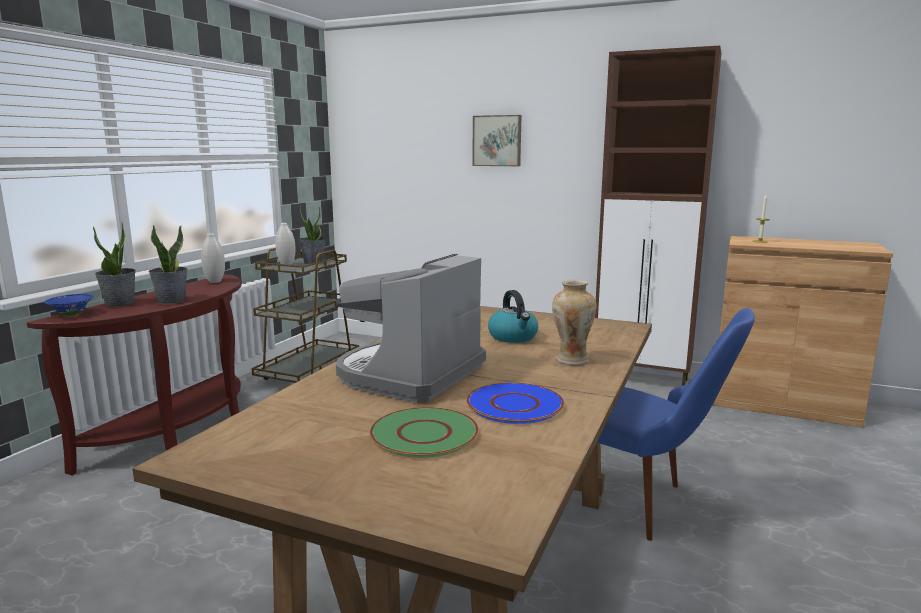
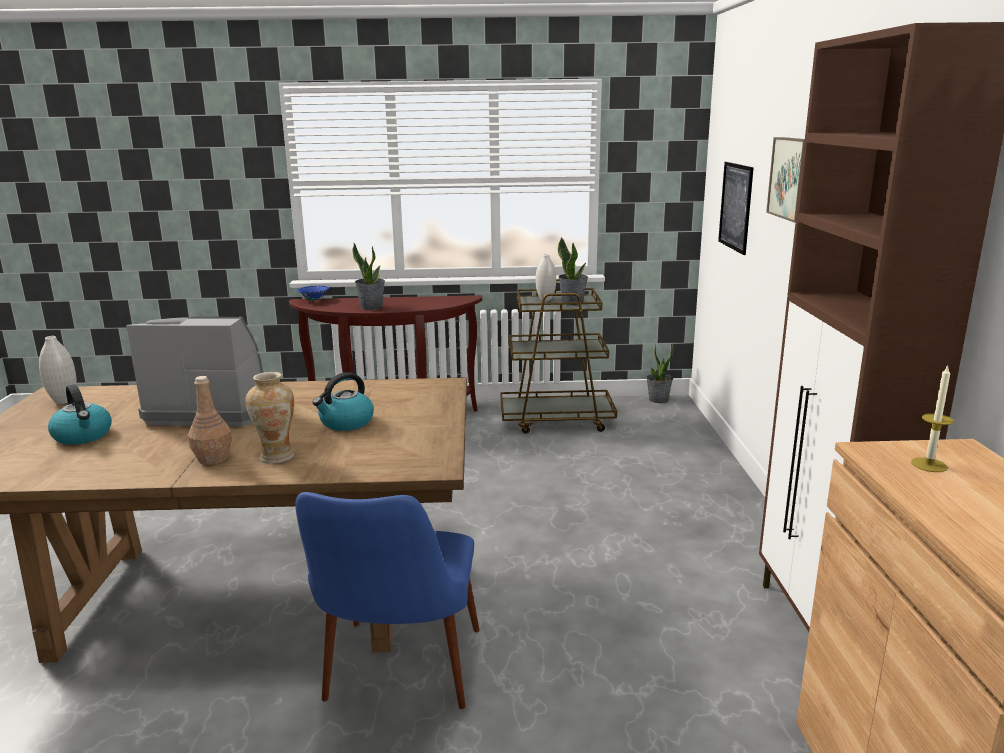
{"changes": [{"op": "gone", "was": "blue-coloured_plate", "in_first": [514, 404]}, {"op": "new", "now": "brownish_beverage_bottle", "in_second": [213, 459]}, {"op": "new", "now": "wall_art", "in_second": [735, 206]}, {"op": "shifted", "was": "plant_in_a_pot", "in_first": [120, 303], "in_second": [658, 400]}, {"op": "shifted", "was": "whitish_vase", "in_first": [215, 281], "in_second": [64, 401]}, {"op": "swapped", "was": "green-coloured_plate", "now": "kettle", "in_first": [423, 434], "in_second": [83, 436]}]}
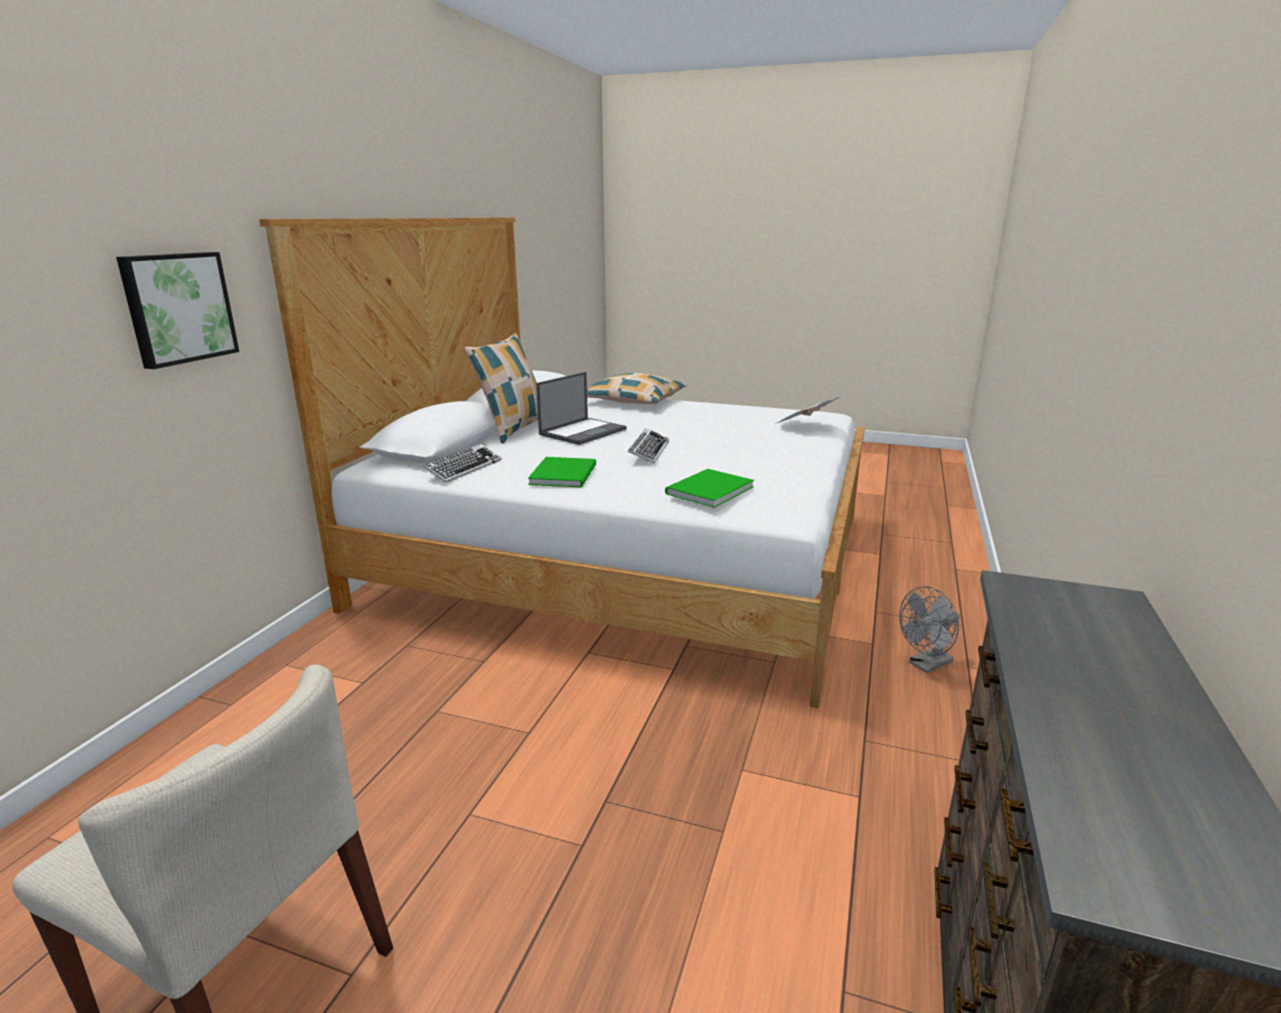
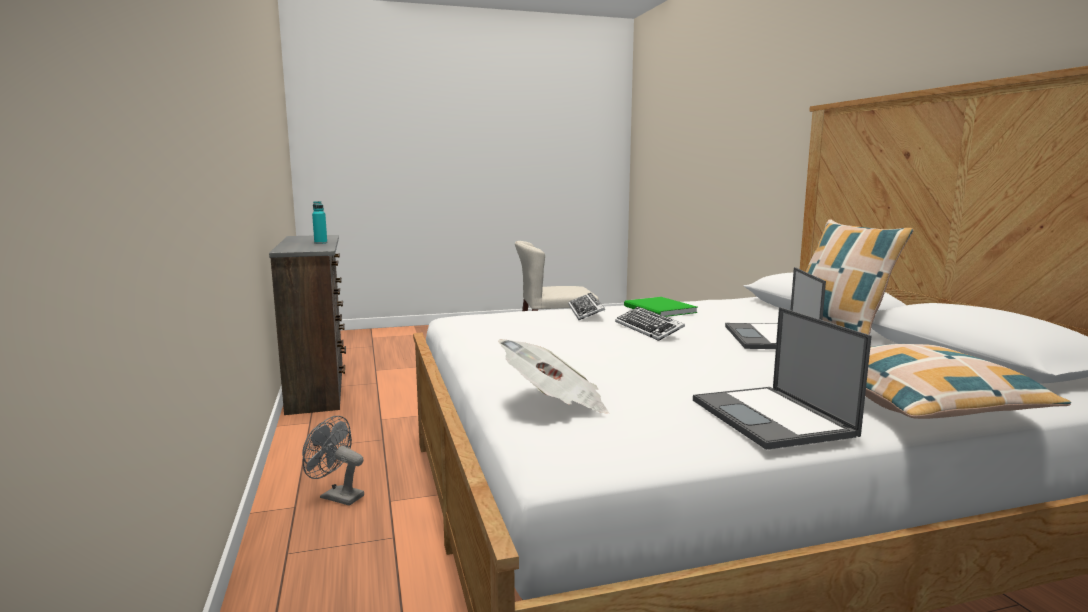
{"changes": [{"op": "gone", "was": "wall_art", "in_first": [178, 308]}, {"op": "gone", "was": "green-coloured_volume", "in_first": [706, 490]}, {"op": "new", "now": "blue-green_beverage_bottle", "in_second": [320, 243]}, {"op": "new", "now": "laptop", "in_second": [773, 418]}, {"op": "shifted", "was": "PC_keyboard", "in_first": [464, 468], "in_second": [586, 311]}, {"op": "rotated", "was": "greyish_fan", "in_first": [926, 665], "in_second": [336, 496], "clockwise": -90}]}
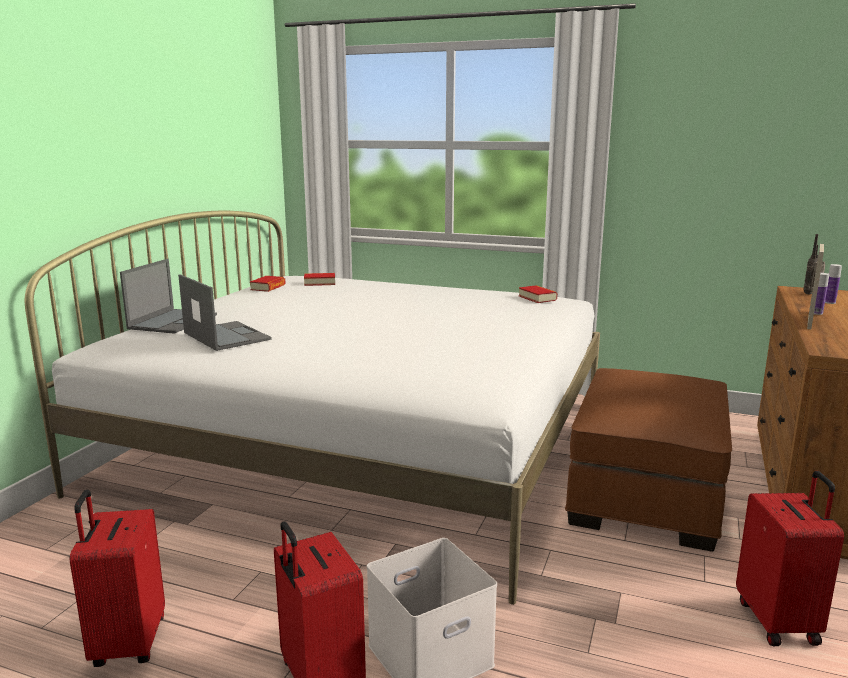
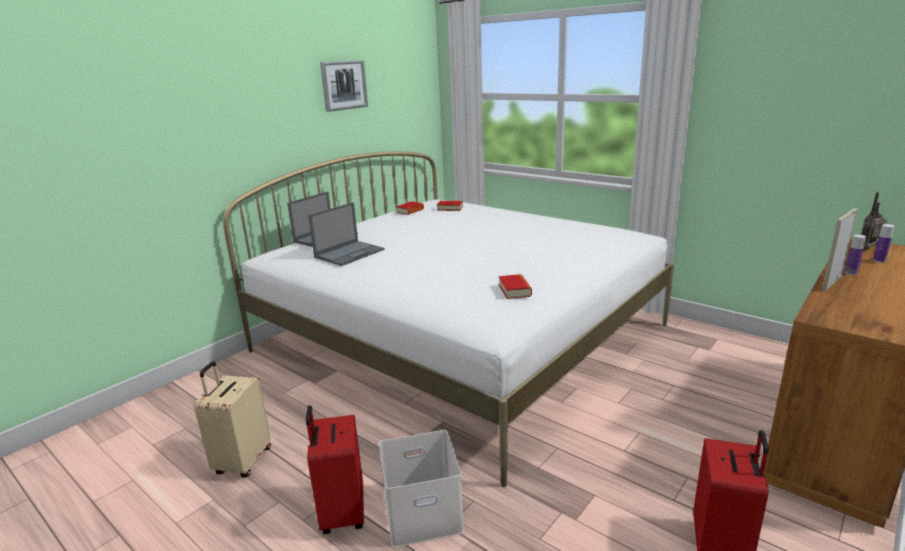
{"changes": [{"op": "gone", "was": "brownish_pouffe", "in_first": [646, 492]}, {"op": "new", "now": "wall_art", "in_second": [343, 85]}, {"op": "shifted", "was": "volume", "in_first": [537, 298], "in_second": [514, 290]}, {"op": "repainted", "was": "red_suitcase", "now": "beige_suitcase", "in_first": [127, 643], "in_second": [242, 461]}, {"op": "rotated", "was": "laptop", "in_first": [226, 336], "in_second": [350, 253], "clockwise": 60}]}
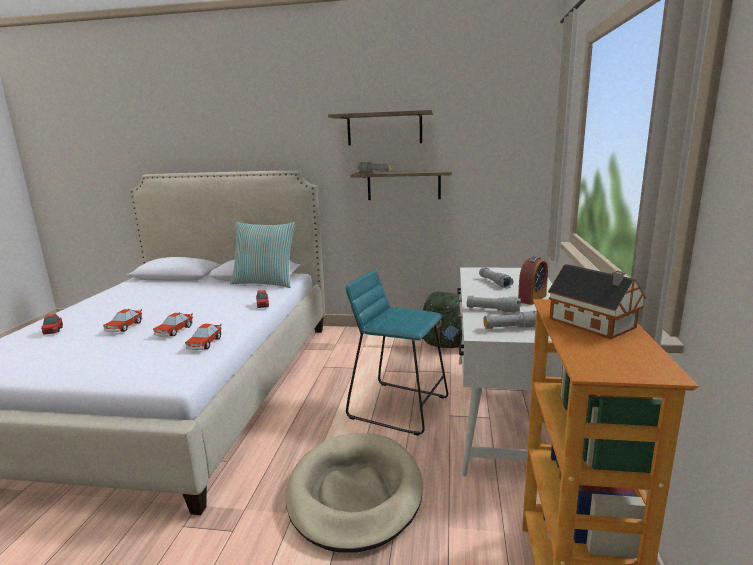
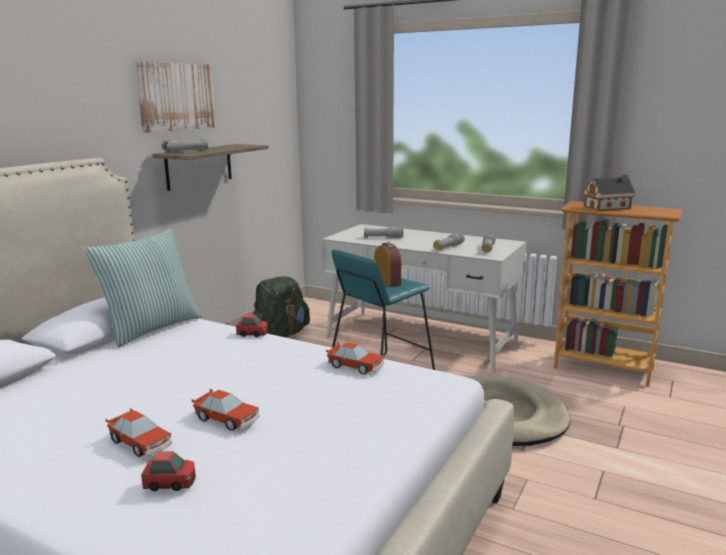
{"changes": [{"op": "shifted", "was": "toy_car", "in_first": [174, 331], "in_second": [140, 443]}, {"op": "shifted", "was": "alarm_clock", "in_first": [532, 298], "in_second": [387, 281]}, {"op": "swapped", "was": "shelf", "now": "wall_art", "in_first": [384, 129], "in_second": [176, 97]}]}
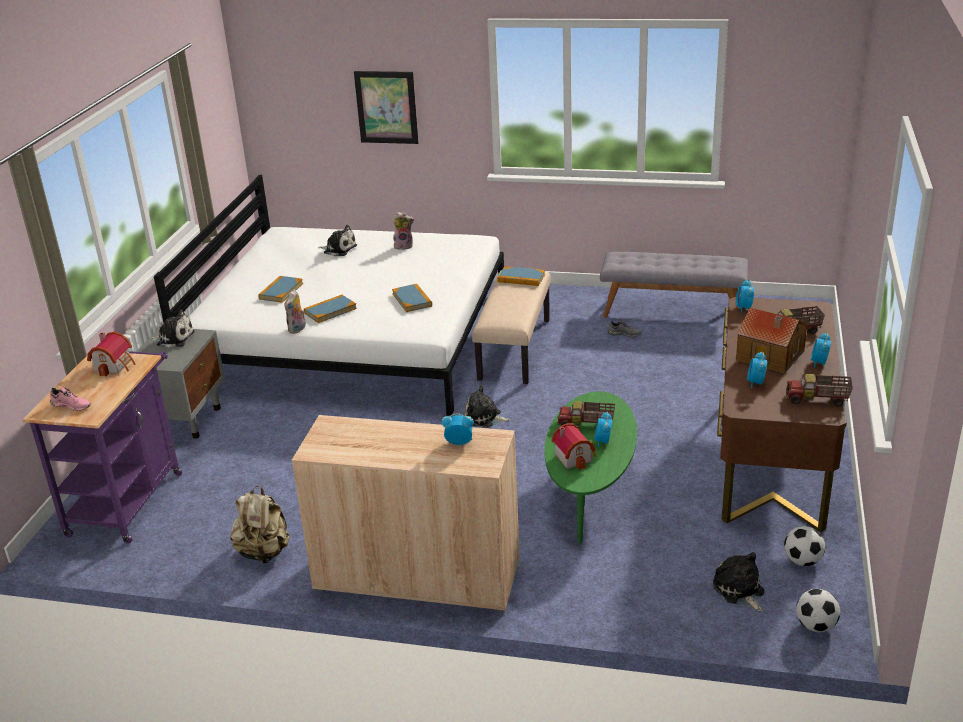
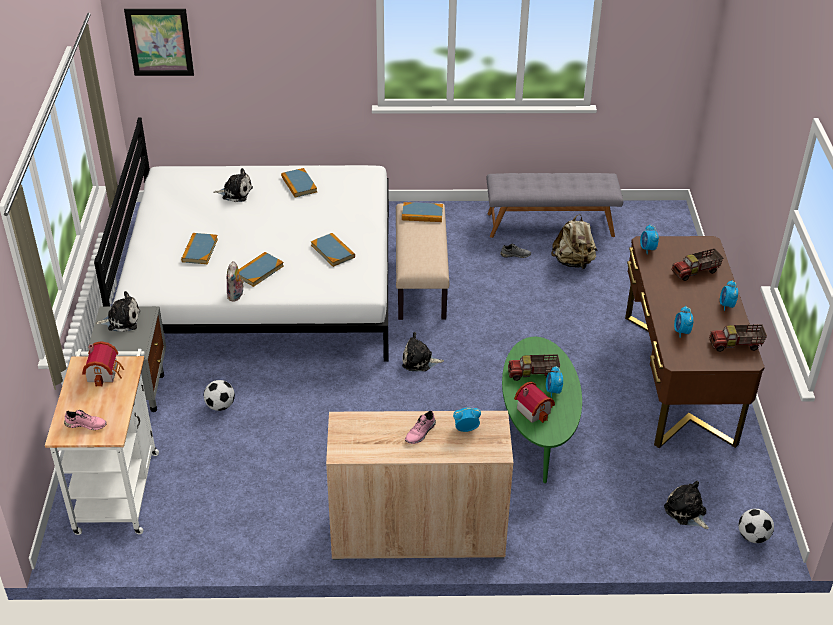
{"changes": [{"op": "gone", "was": "model_house", "in_first": [770, 356]}, {"op": "new", "now": "pink_low_shoe", "in_second": [421, 433]}, {"op": "shifted", "was": "beige_backpack", "in_first": [264, 552], "in_second": [573, 262]}, {"op": "shifted", "was": "wall_art", "in_first": [386, 107], "in_second": [159, 42]}, {"op": "shifted", "was": "football", "in_first": [802, 561], "in_second": [220, 406]}, {"op": "swapped", "was": "plush_toy", "now": "volume", "in_first": [404, 246], "in_second": [299, 184]}, {"op": "repainted", "was": "purplish_cart", "now": "whitish_cart", "in_first": [128, 499], "in_second": [118, 486]}]}
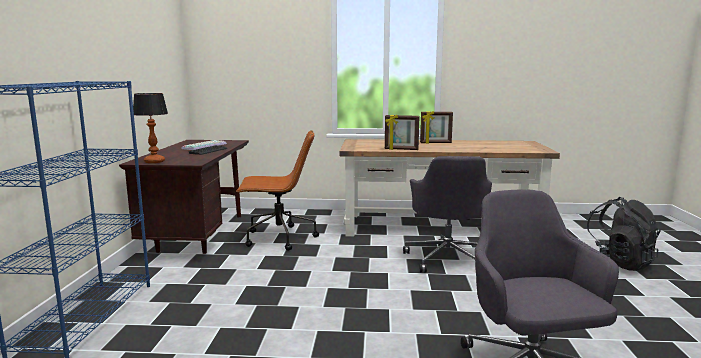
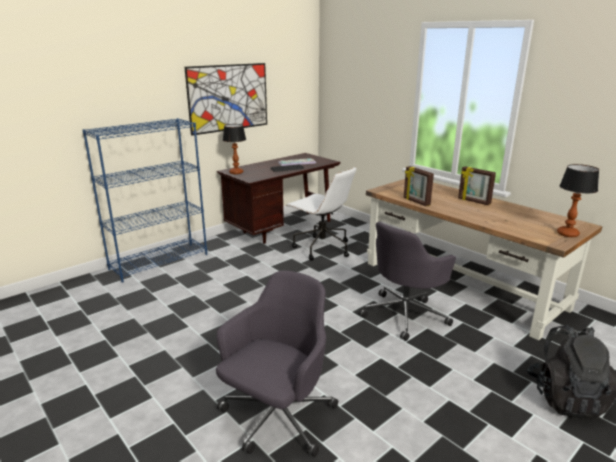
{"changes": [{"op": "new", "now": "wall_art", "in_second": [229, 98]}, {"op": "new", "now": "table_lamp", "in_second": [567, 234]}, {"op": "repainted", "was": "brownish_office_chair", "now": "whitish_office_chair", "in_first": [278, 238], "in_second": [321, 248]}]}
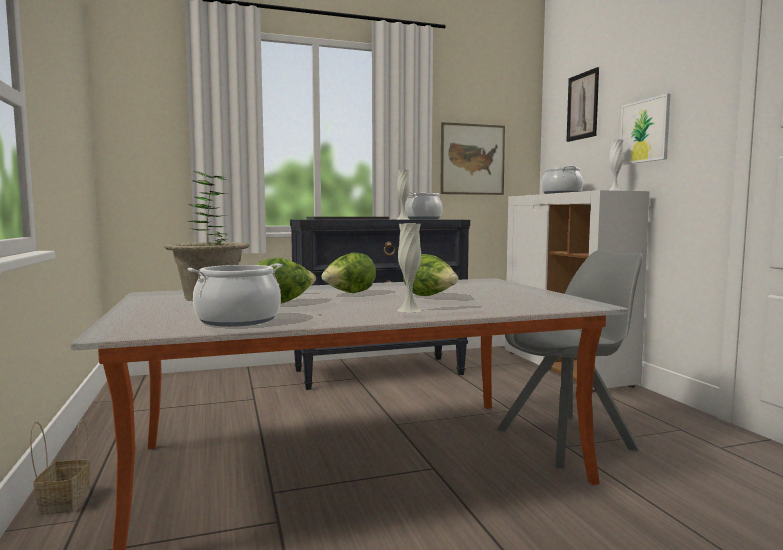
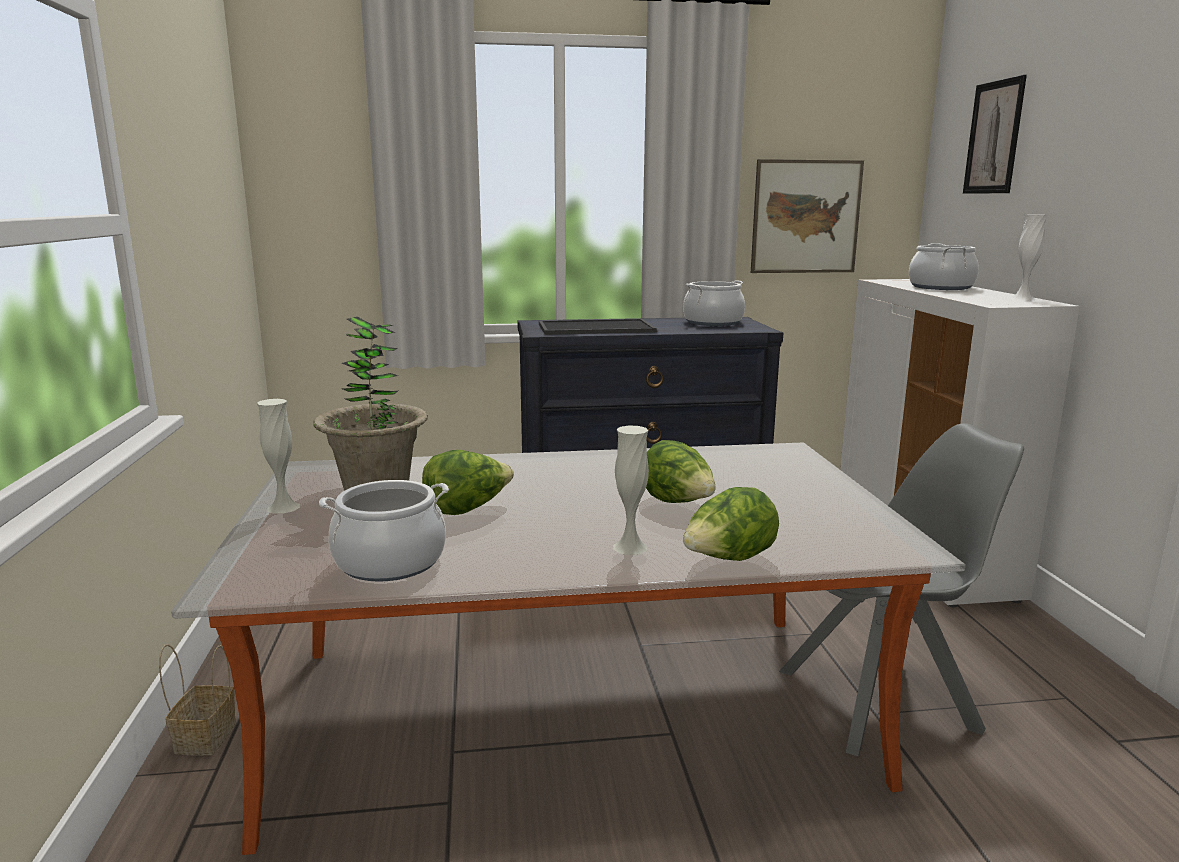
{"changes": [{"op": "gone", "was": "wall_art", "in_first": [644, 131]}, {"op": "shifted", "was": "head_of_lettuce", "in_first": [349, 293], "in_second": [728, 560]}, {"op": "shifted", "was": "whitish_vase", "in_first": [403, 219], "in_second": [283, 507]}]}
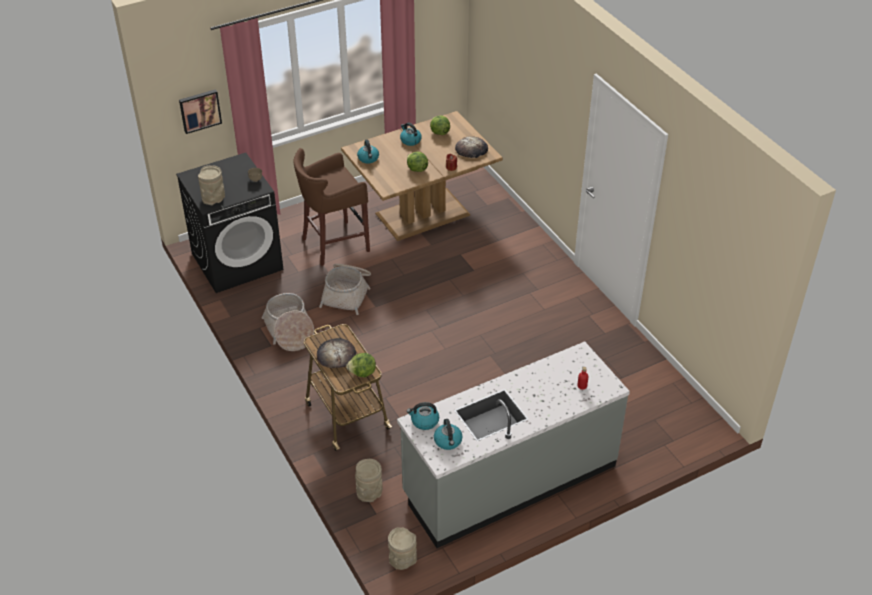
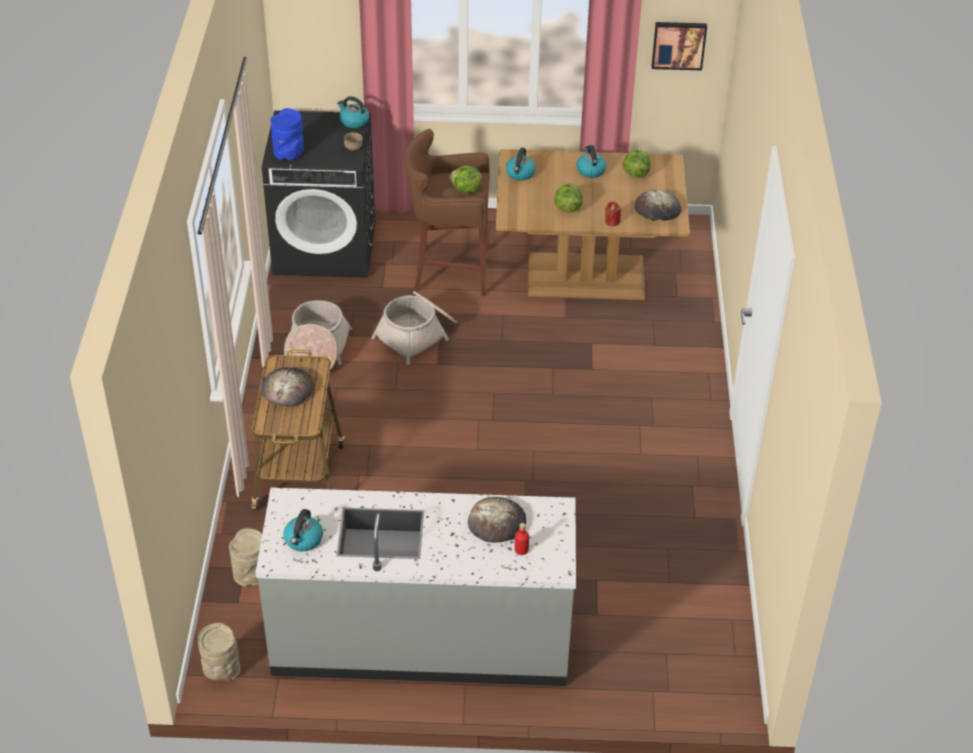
{"changes": [{"op": "new", "now": "baked_bread", "in_second": [497, 523]}, {"op": "shifted", "was": "wall_art", "in_first": [200, 110], "in_second": [678, 44]}, {"op": "shifted", "was": "head_of_lettuce", "in_first": [362, 373], "in_second": [466, 190]}, {"op": "shifted", "was": "kettle", "in_first": [424, 421], "in_second": [354, 121]}, {"op": "repainted", "was": "beige_vase", "now": "blue-coloured_vase", "in_first": [214, 199], "in_second": [289, 153]}]}
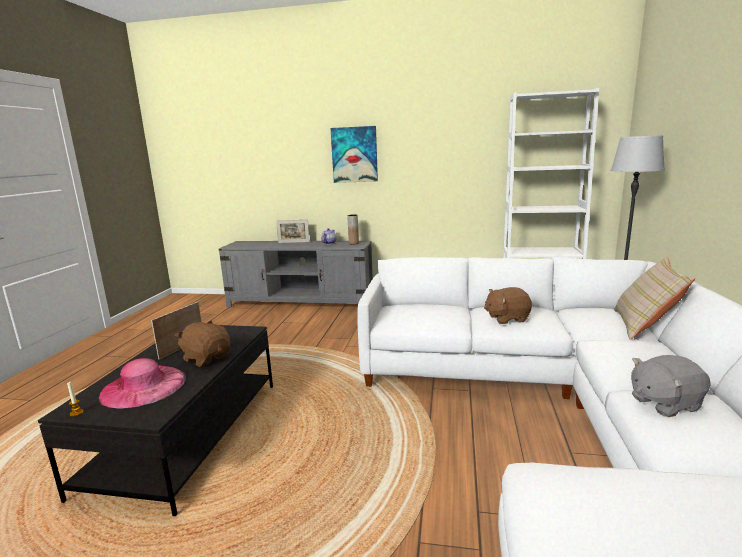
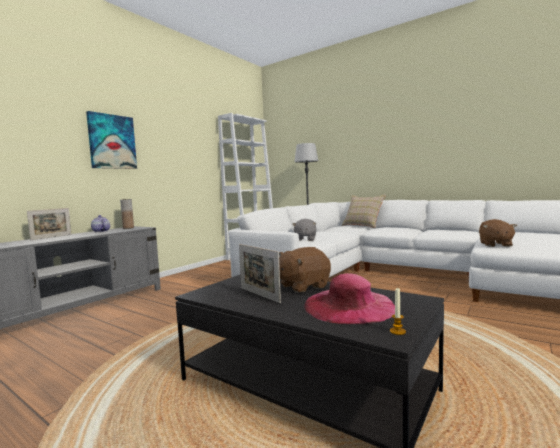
{"changes": [{"op": "shifted", "was": "brownish_plush_toy", "in_first": [506, 318], "in_second": [495, 244]}, {"op": "shifted", "was": "greyish_plush_toy", "in_first": [664, 403], "in_second": [305, 239]}]}
